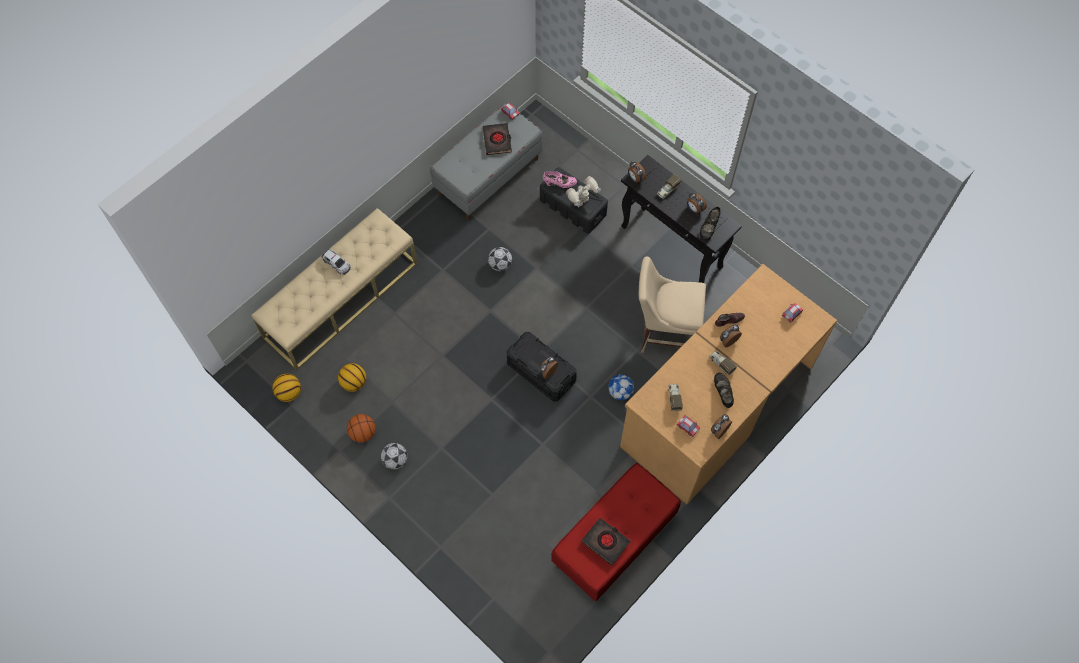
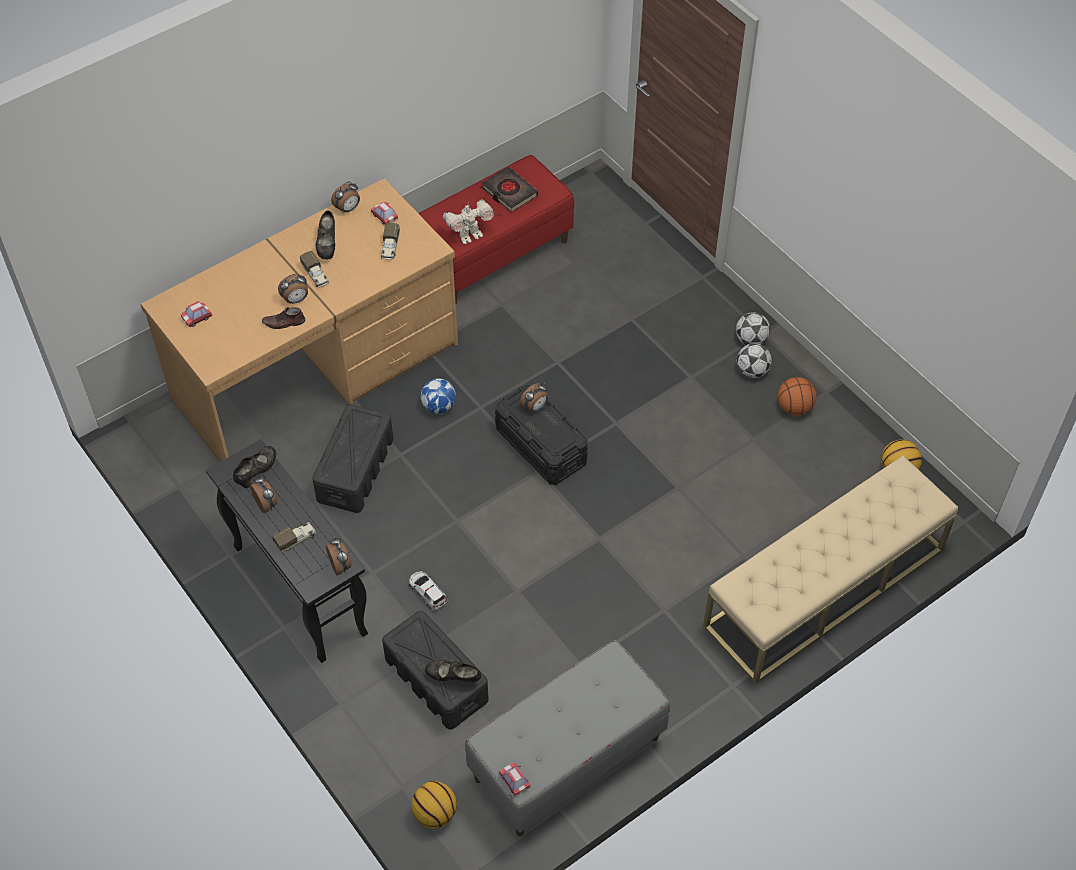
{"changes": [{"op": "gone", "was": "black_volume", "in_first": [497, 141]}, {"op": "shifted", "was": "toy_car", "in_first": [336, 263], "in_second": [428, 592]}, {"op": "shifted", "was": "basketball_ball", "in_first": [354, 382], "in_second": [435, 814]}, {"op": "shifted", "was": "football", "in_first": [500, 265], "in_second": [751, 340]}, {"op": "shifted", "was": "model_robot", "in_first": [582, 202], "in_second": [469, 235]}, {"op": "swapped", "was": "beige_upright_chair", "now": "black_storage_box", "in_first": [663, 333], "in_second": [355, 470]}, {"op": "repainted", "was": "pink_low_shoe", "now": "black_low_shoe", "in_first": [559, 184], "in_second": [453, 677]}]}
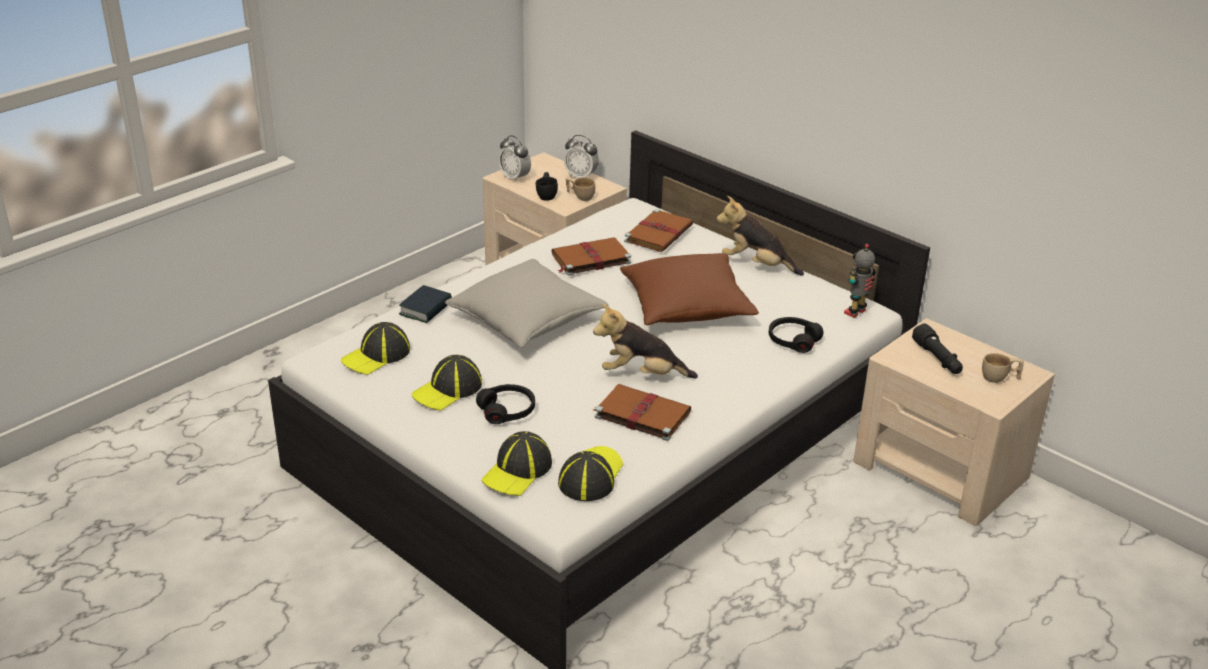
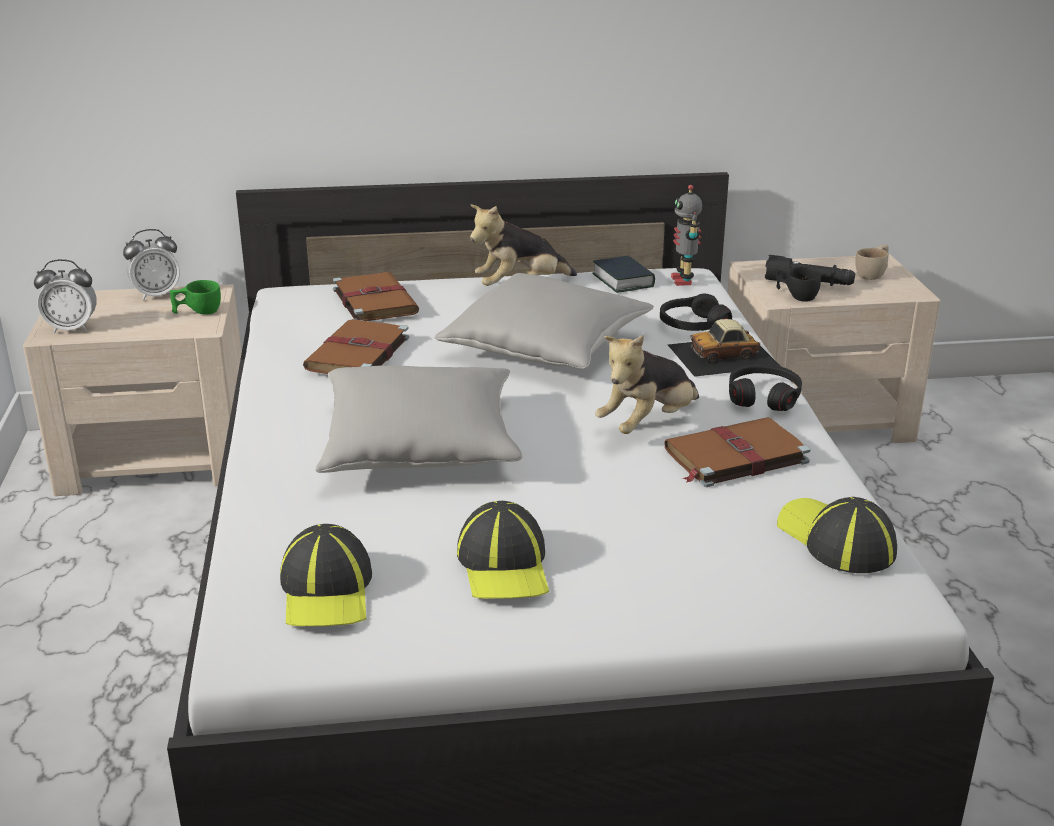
{"changes": [{"op": "gone", "was": "peaked_cap", "in_first": [517, 471]}, {"op": "new", "now": "toy_car", "in_second": [724, 355]}, {"op": "shifted", "was": "volume", "in_first": [426, 309], "in_second": [623, 280]}, {"op": "shifted", "was": "black_headset", "in_first": [507, 410], "in_second": [763, 397]}, {"op": "shifted", "was": "black_cup", "in_first": [547, 195], "in_second": [796, 295]}, {"op": "repainted", "was": "beige_cup", "now": "green-coloured_cup", "in_first": [580, 196], "in_second": [197, 312]}, {"op": "repainted", "was": "brownish_cushion", "now": "greyish_cushion", "in_first": [686, 307], "in_second": [546, 347]}]}
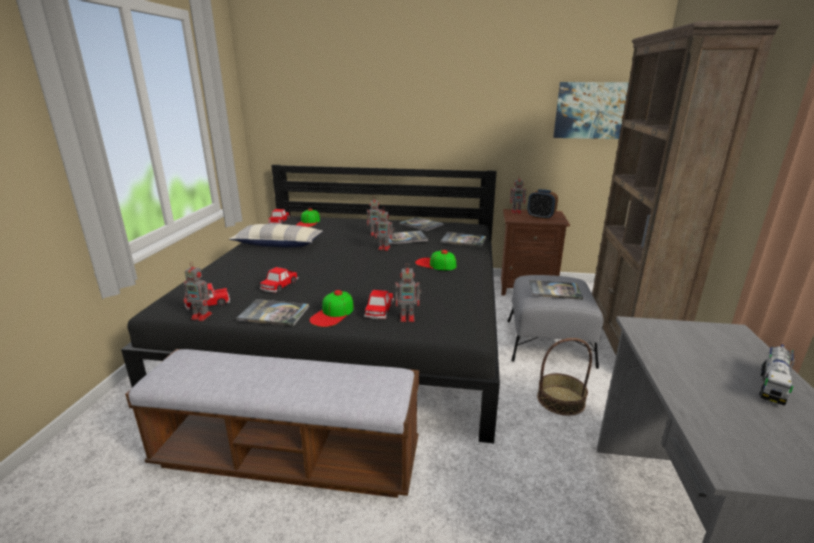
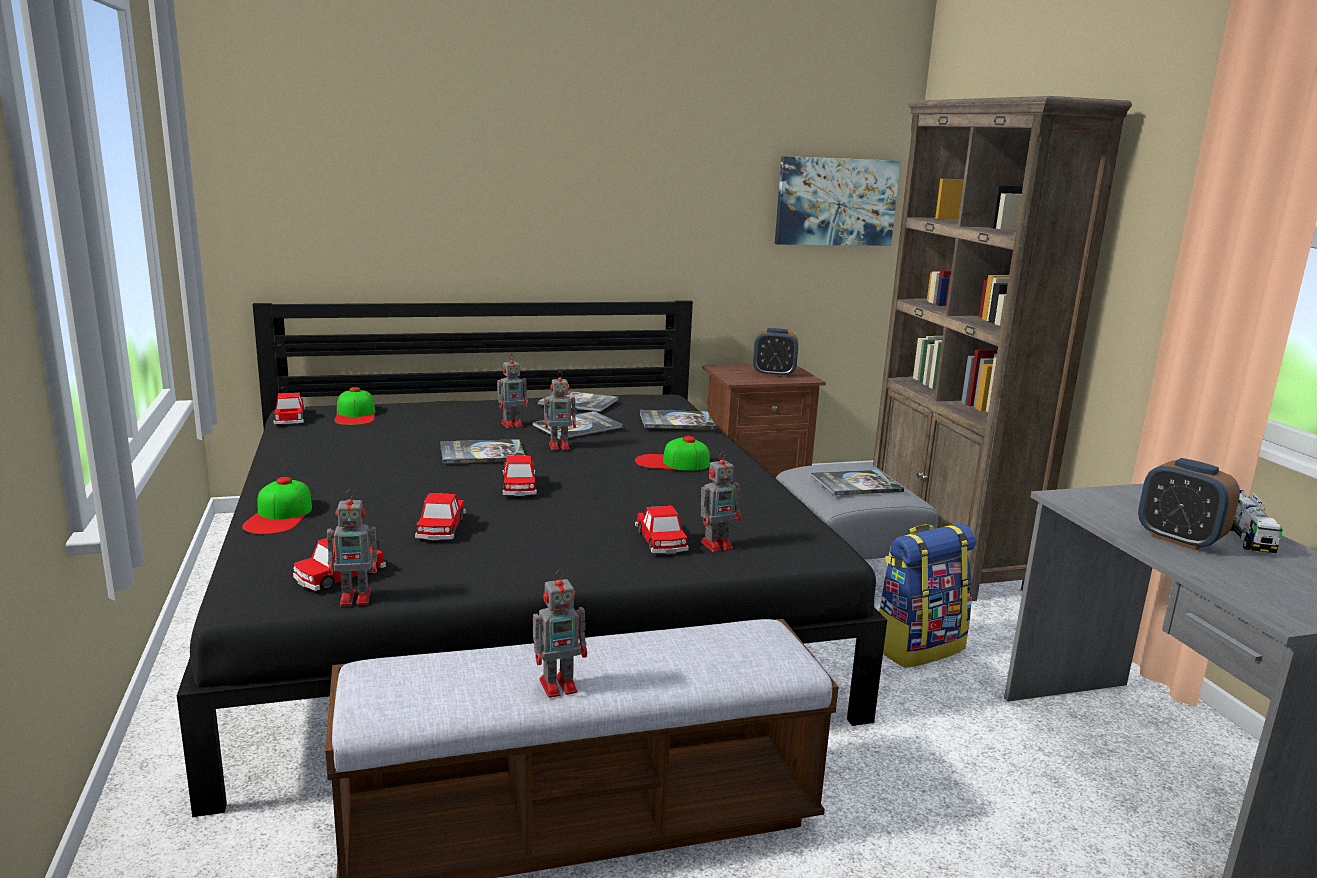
{"changes": [{"op": "gone", "was": "cushion", "in_first": [278, 244]}, {"op": "new", "now": "toy_car", "in_second": [519, 486]}, {"op": "new", "now": "alarm_clock", "in_second": [1179, 539]}, {"op": "shifted", "was": "volume", "in_first": [274, 313], "in_second": [482, 453]}, {"op": "shifted", "was": "peaked_cap", "in_first": [333, 314], "in_second": [279, 516]}, {"op": "shifted", "was": "model_robot", "in_first": [516, 212], "in_second": [560, 685]}, {"op": "swapped", "was": "storage_basket", "now": "backpack", "in_first": [561, 400], "in_second": [917, 647]}]}
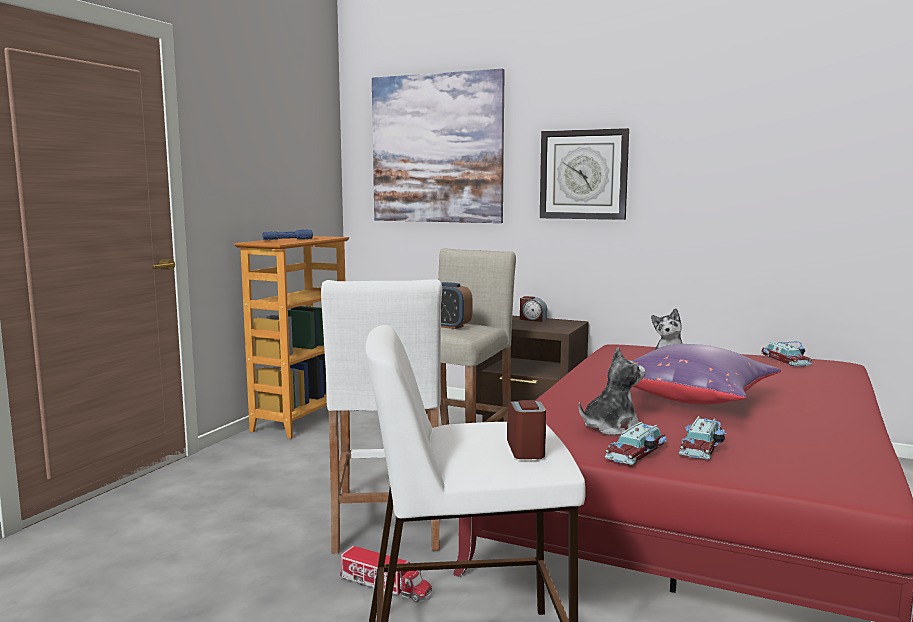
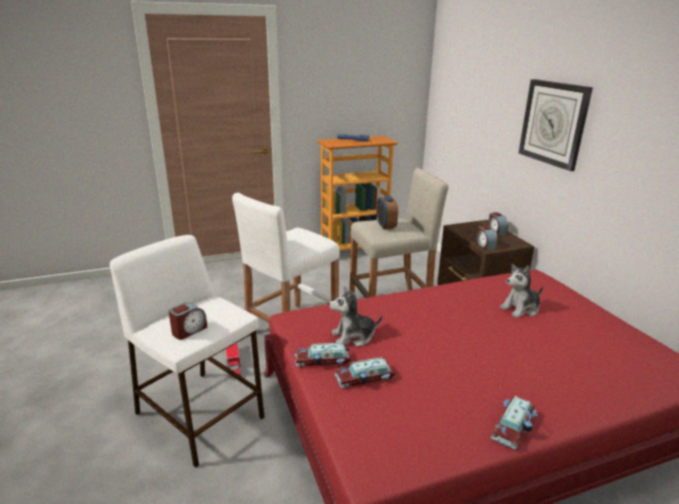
{"changes": [{"op": "gone", "was": "wall_art", "in_first": [437, 149]}, {"op": "gone", "was": "purplish_cushion", "in_first": [693, 399]}, {"op": "new", "now": "alarm_clock", "in_second": [485, 246]}, {"op": "shifted", "was": "toy_car", "in_first": [786, 360], "in_second": [514, 425]}, {"op": "rotated", "was": "plush_toy", "in_first": [611, 428], "in_second": [353, 337], "clockwise": 150}]}
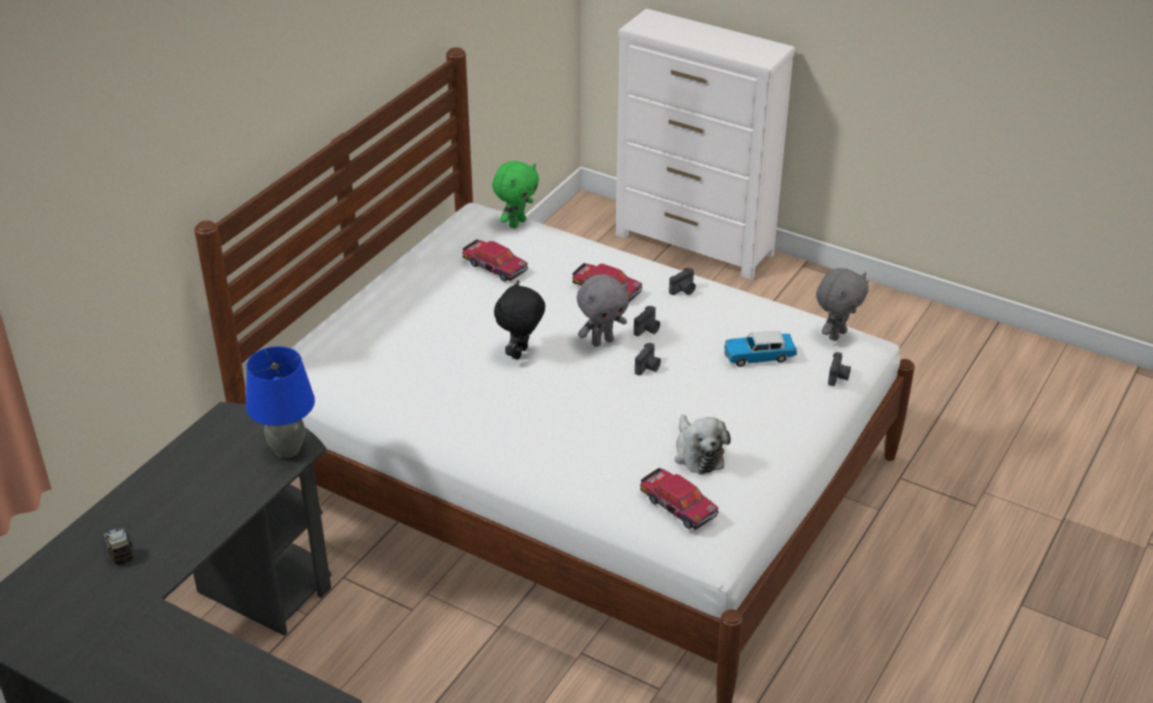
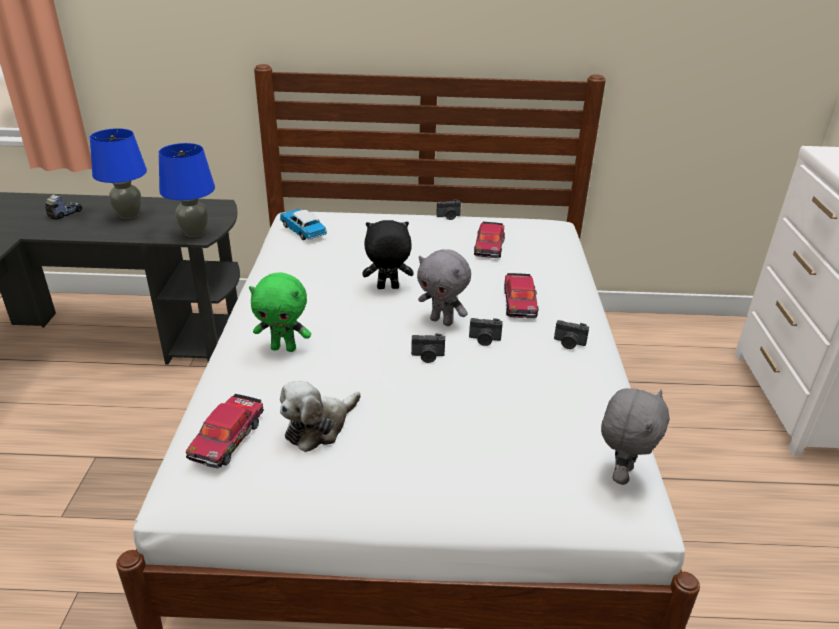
{"changes": [{"op": "new", "now": "blue-coloured_table_lamp", "in_second": [129, 215]}, {"op": "shifted", "was": "green-coloured_plush_toy", "in_first": [516, 223], "in_second": [284, 348]}, {"op": "shifted", "was": "toy_car", "in_first": [759, 356], "in_second": [303, 231]}, {"op": "shifted", "was": "photo_camera", "in_first": [838, 377], "in_second": [449, 217]}, {"op": "rotated", "was": "greyish_plush_toy", "in_first": [836, 334], "in_second": [621, 474], "clockwise": -75}]}
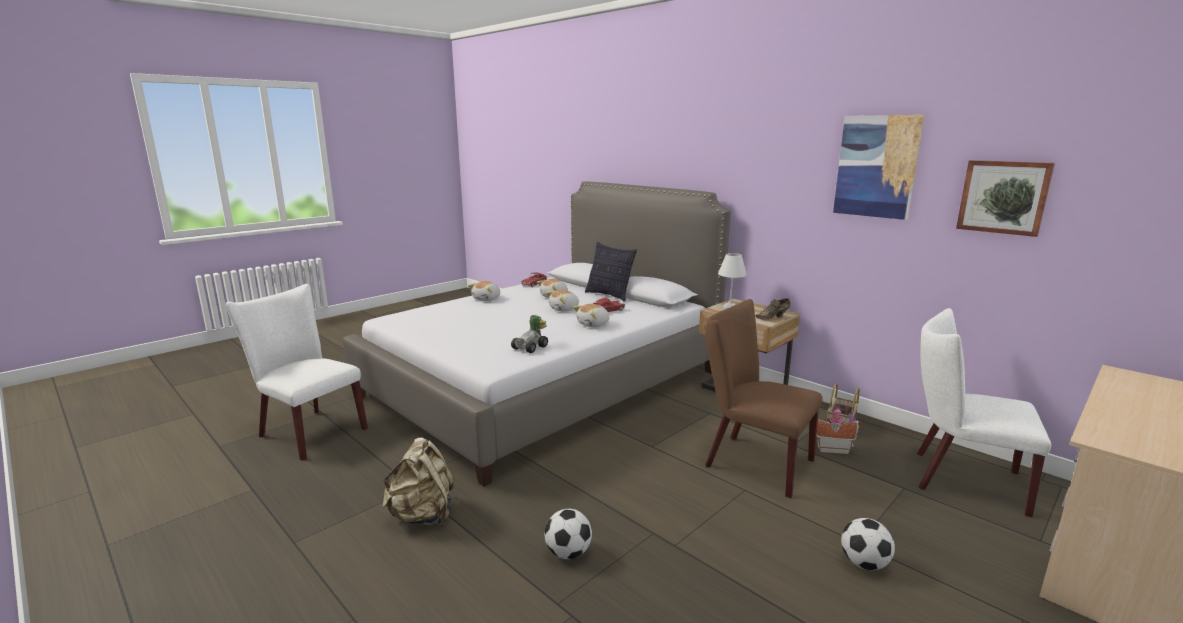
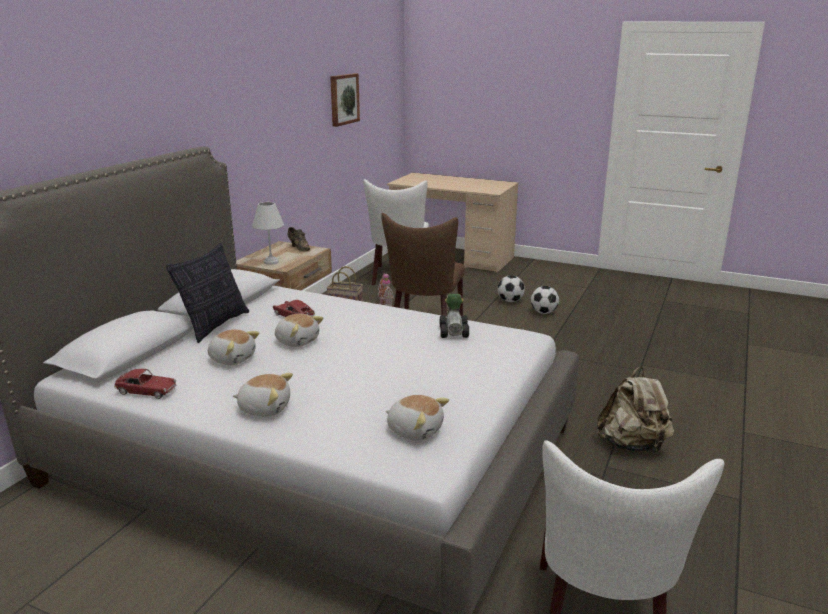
{"changes": [{"op": "gone", "was": "wall_art", "in_first": [876, 166]}, {"op": "shifted", "was": "football", "in_first": [568, 553], "in_second": [543, 312]}, {"op": "shifted", "was": "plush_toy", "in_first": [593, 324], "in_second": [415, 430]}, {"op": "rotated", "was": "toy_car", "in_first": [532, 347], "in_second": [454, 331], "clockwise": 75}]}
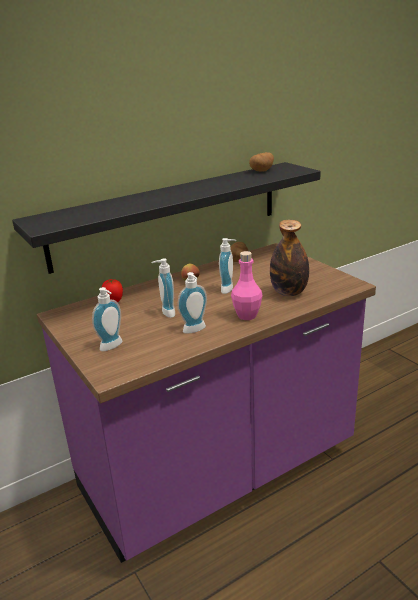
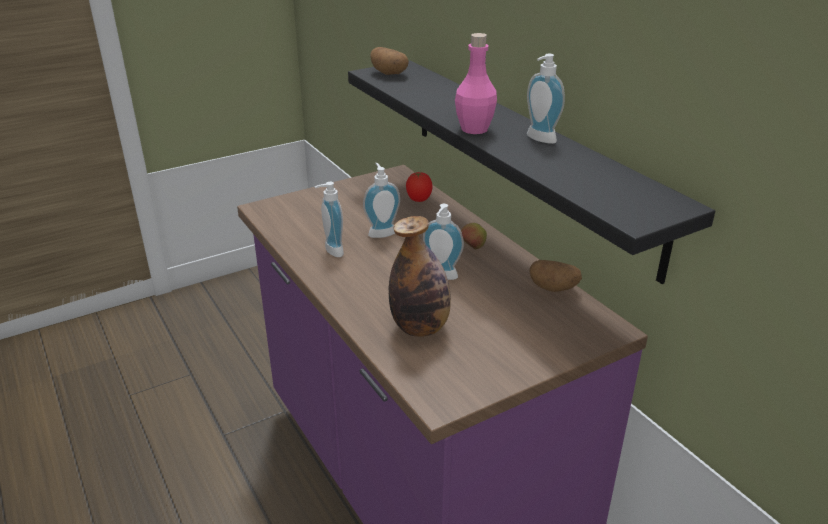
{"changes": [{"op": "shifted", "was": "soap_bottle", "in_first": [113, 347], "in_second": [538, 139]}, {"op": "shifted", "was": "pink_beverage_bottle", "in_first": [247, 315], "in_second": [474, 129]}, {"op": "shifted", "was": "potato", "in_first": [262, 170], "in_second": [390, 73]}]}
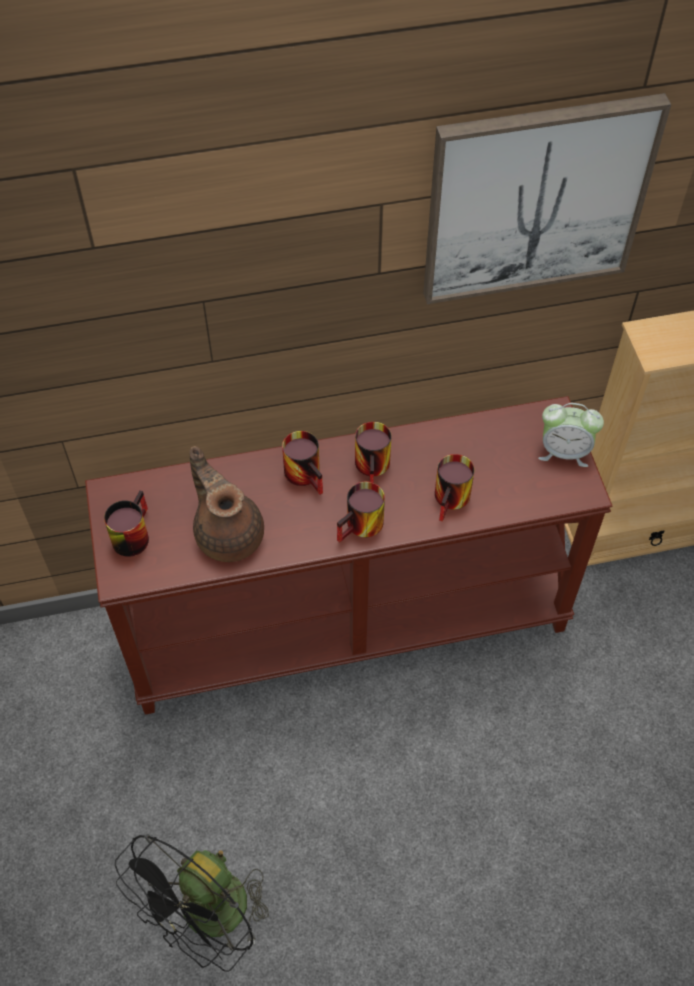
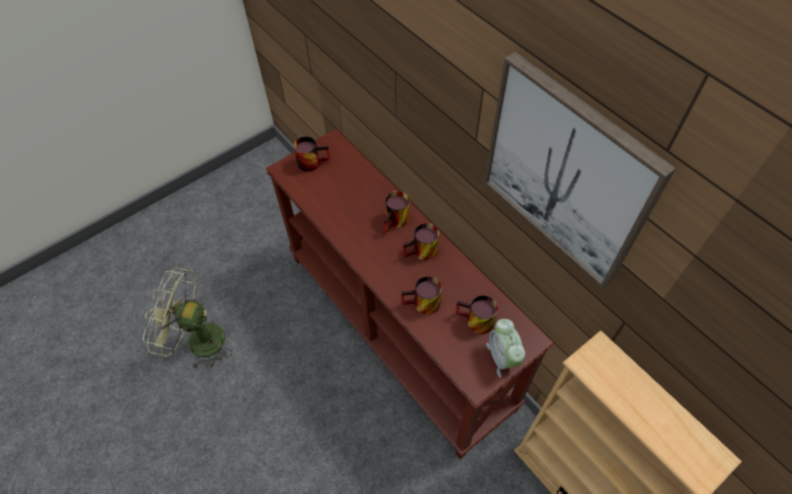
{"changes": [{"op": "gone", "was": "brownish_tea_pot", "in_first": [228, 533]}, {"op": "shifted", "was": "tea_mug", "in_first": [362, 528], "in_second": [475, 322]}, {"op": "repainted", "was": "black_fan", "now": "green-coloured_fan", "in_first": [206, 919], "in_second": [197, 340]}]}
